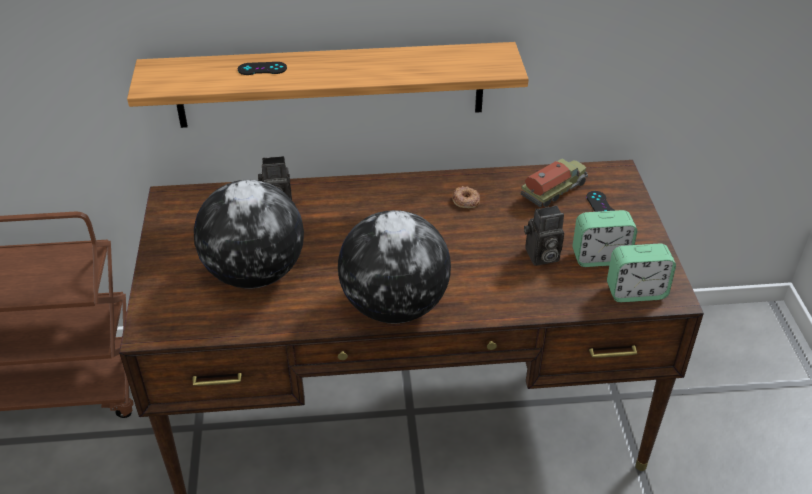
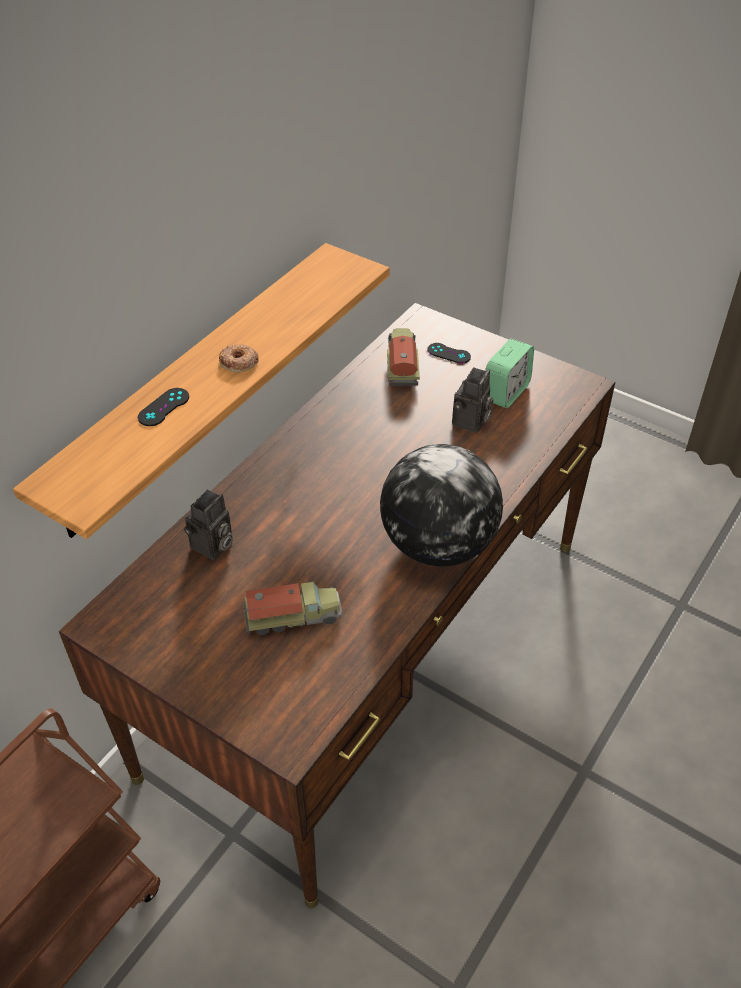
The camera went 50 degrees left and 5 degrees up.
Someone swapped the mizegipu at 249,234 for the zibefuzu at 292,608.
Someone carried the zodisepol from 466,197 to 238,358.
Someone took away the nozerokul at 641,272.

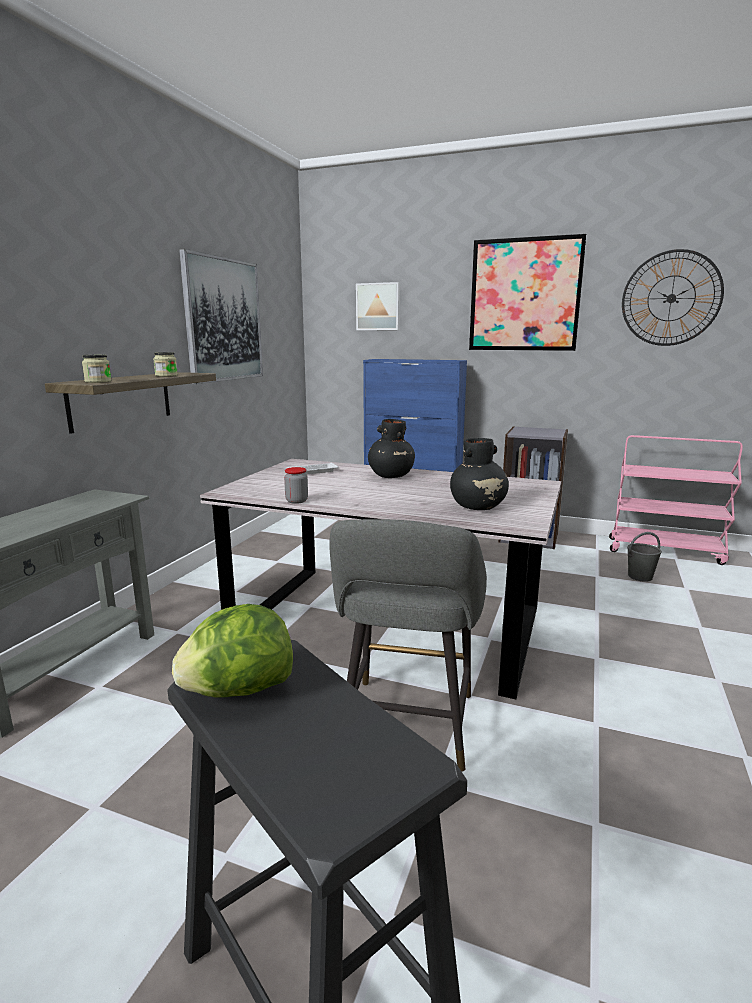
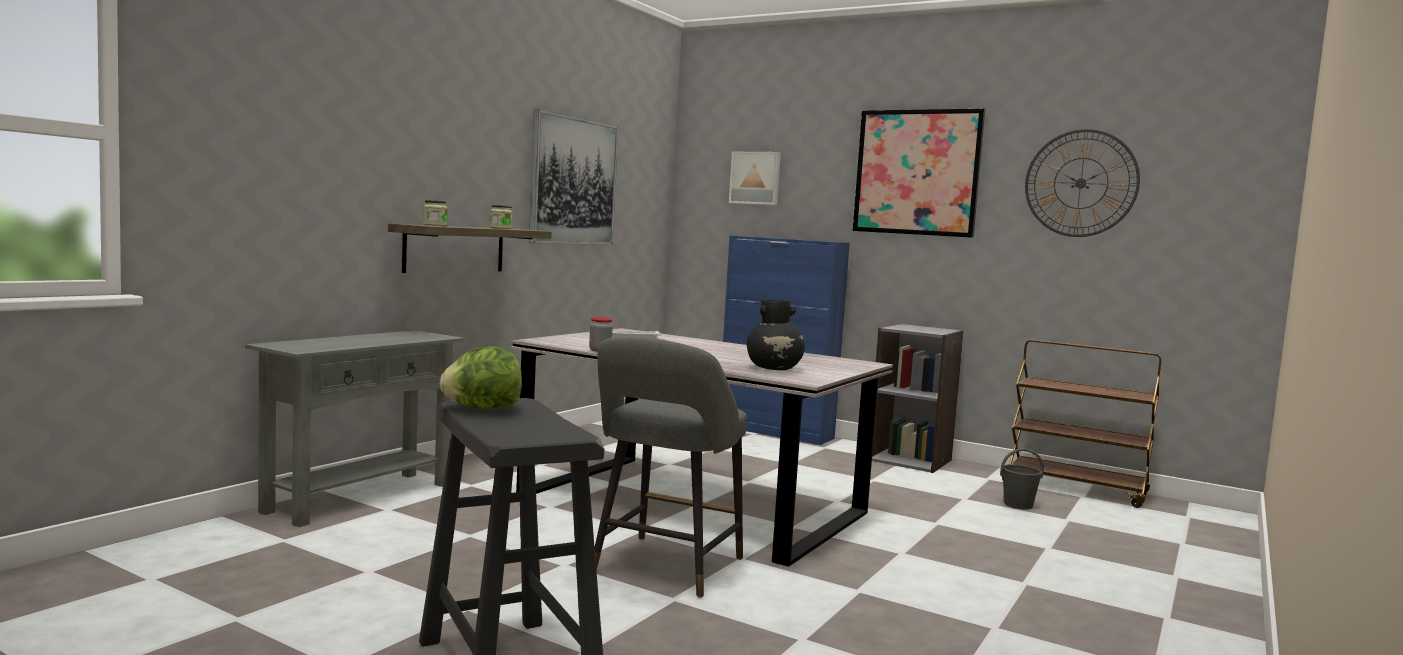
The camera went 10 degrees right and 10 degrees down.
Someone took away the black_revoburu at 391,448.
Someone repainted the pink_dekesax at 676,500, which became the brown_dekesax at 1081,424.

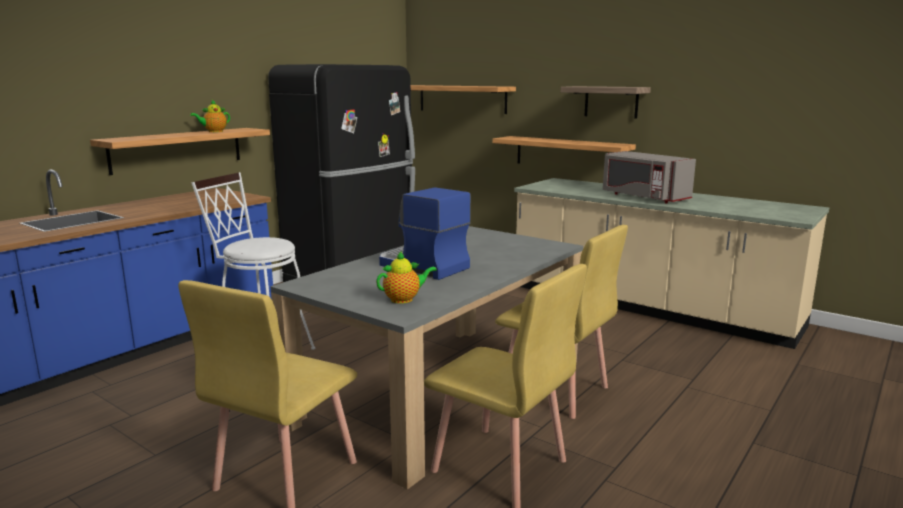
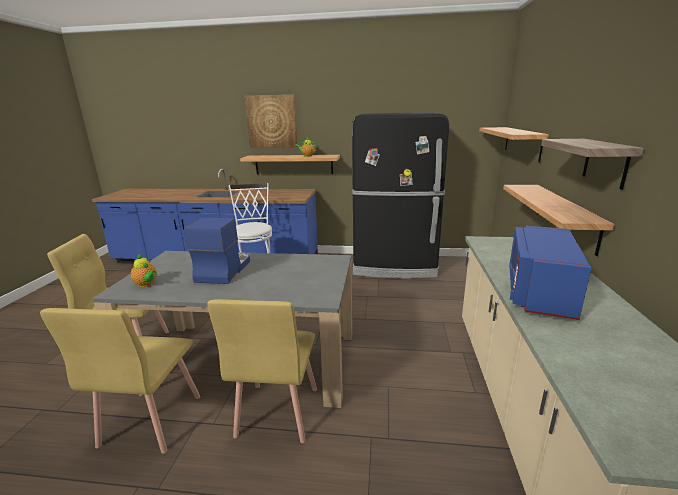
The camera went 60 degrees right and 5 degrees up.
Someone repainted the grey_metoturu at 649,177, which became the blue_metoturu at 550,273.
Someone put up the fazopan at 271,121.

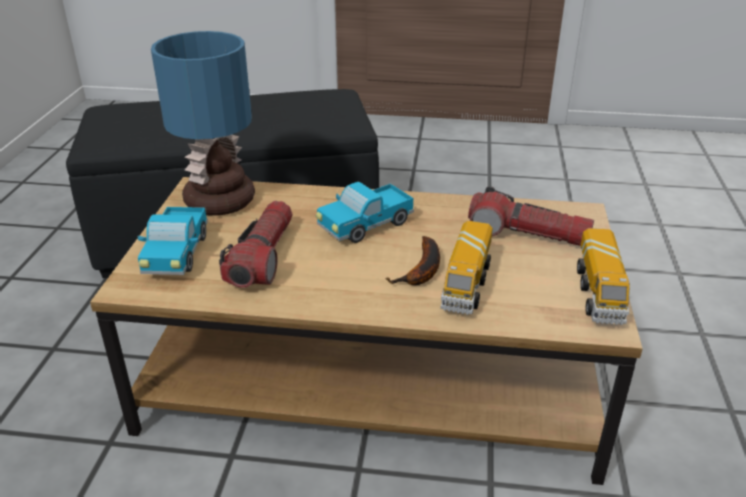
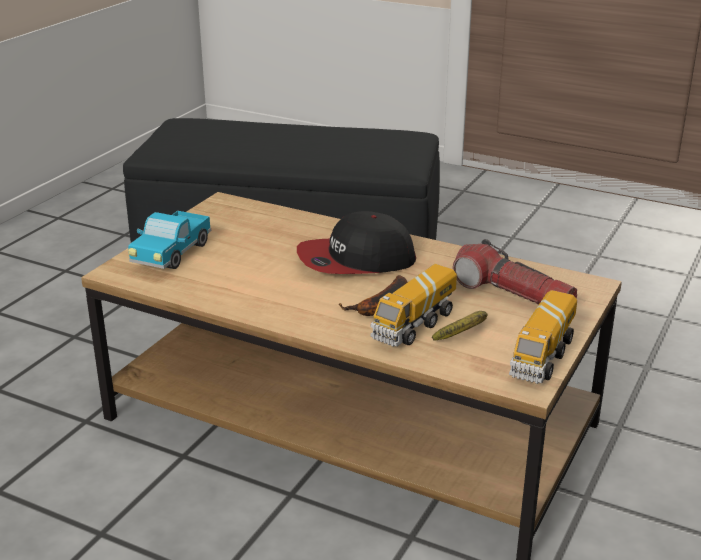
The camera went 20 degrees right and 5 degrees down.
Someone took away the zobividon at 203,123.
Someone swapped the zibefuzu at 365,212 for the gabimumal at 356,242.
Someone took away the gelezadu at 256,244.
Someone put down the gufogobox at 460,326.

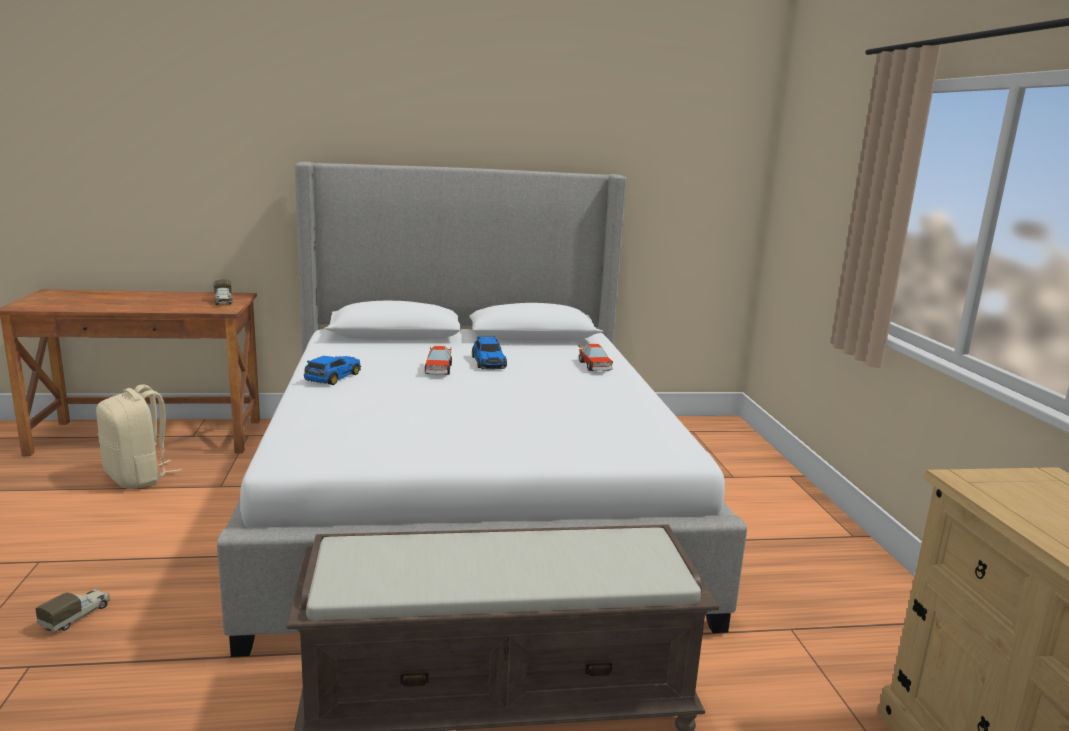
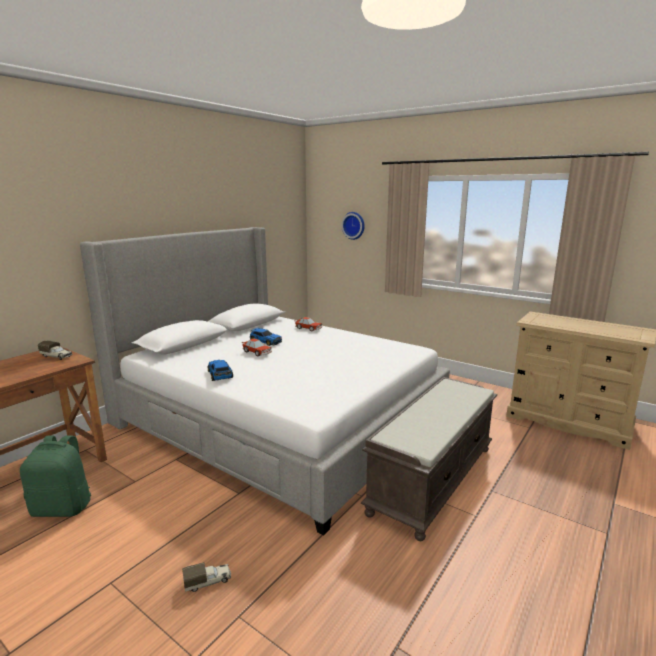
The camera went 45 degrees left and 0 degrees up.
Someone repainted the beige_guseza at 139,436, which became the green_guseza at 55,476.
Someone rotated the zibefuzu at 72,610 by 90 degrees clockwise.
Someone put up the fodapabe at 353,226.

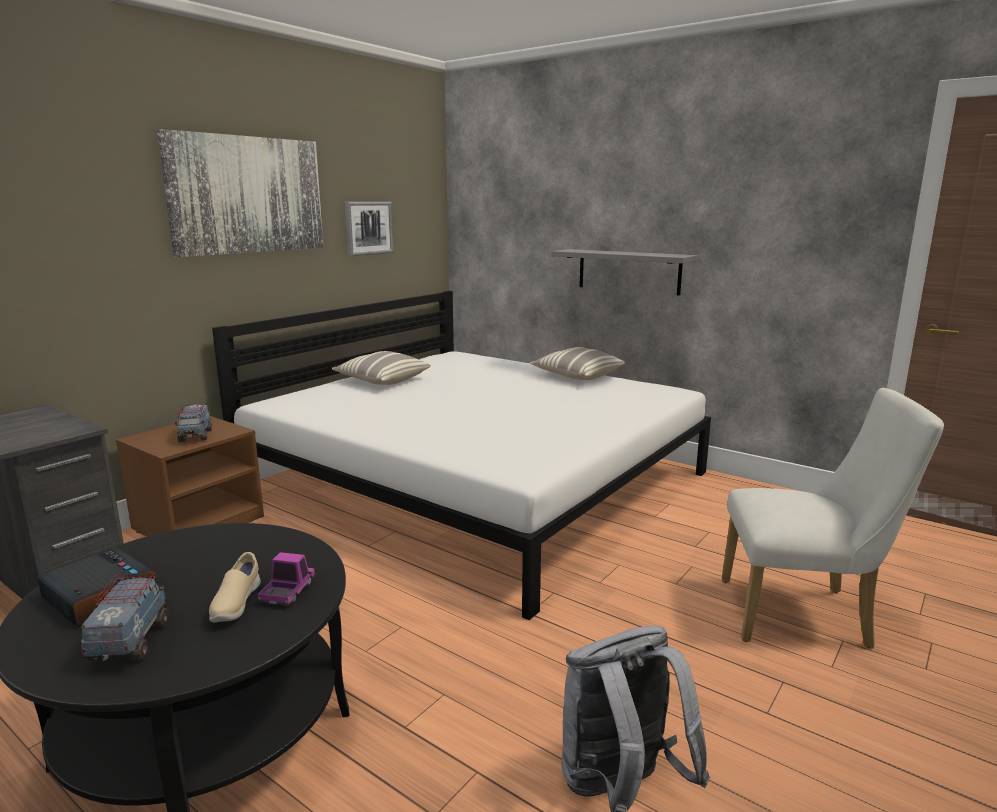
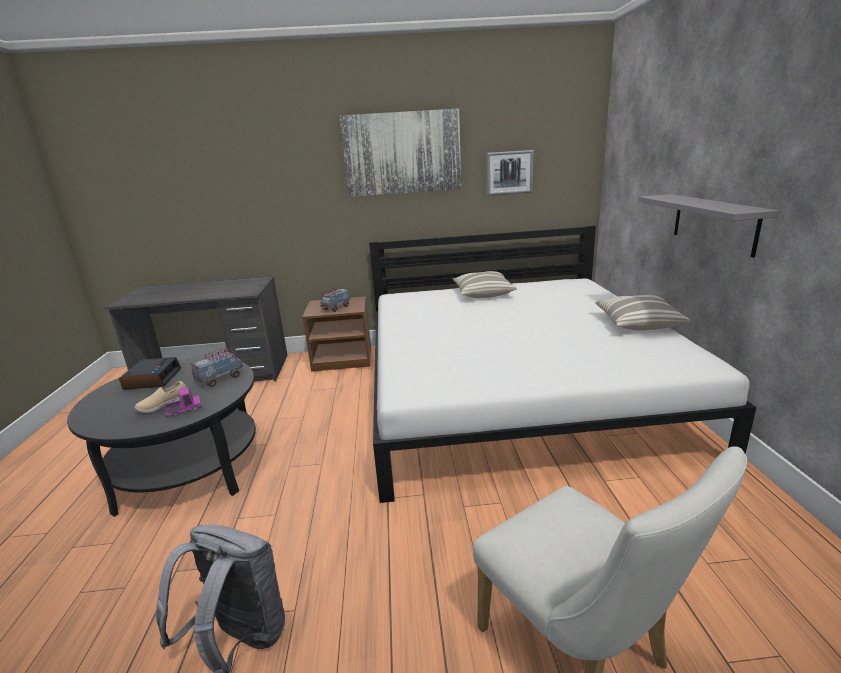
The camera went 50 degrees right and 5 degrees up.
Someone carried the zibefuzu from 124,618 to 217,367.

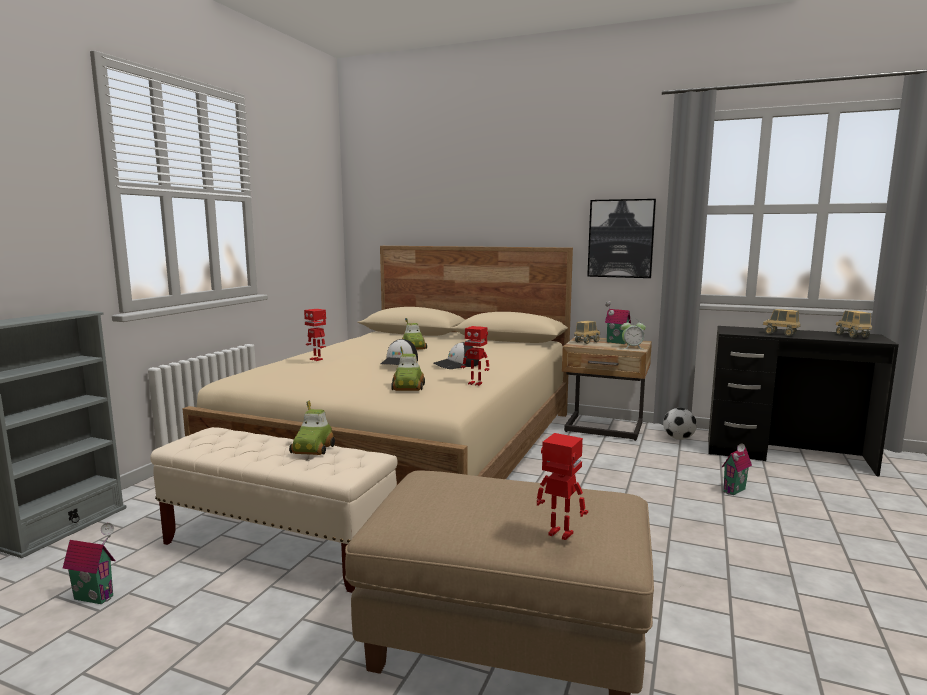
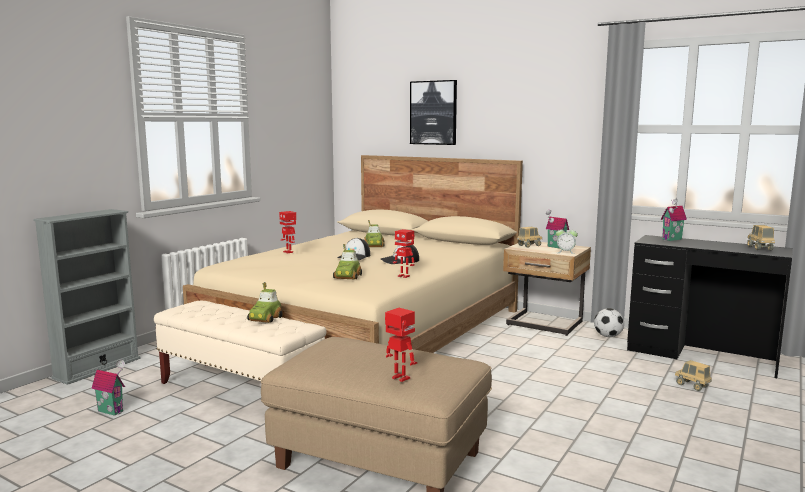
The camera went 10 degrees right and 0 degrees up.
Someone carried the fazopan from 621,238 to 433,112.
Someone carried the zibefuzu from 782,322 to 693,375.
Someone carried the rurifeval from 737,469 to 674,220.

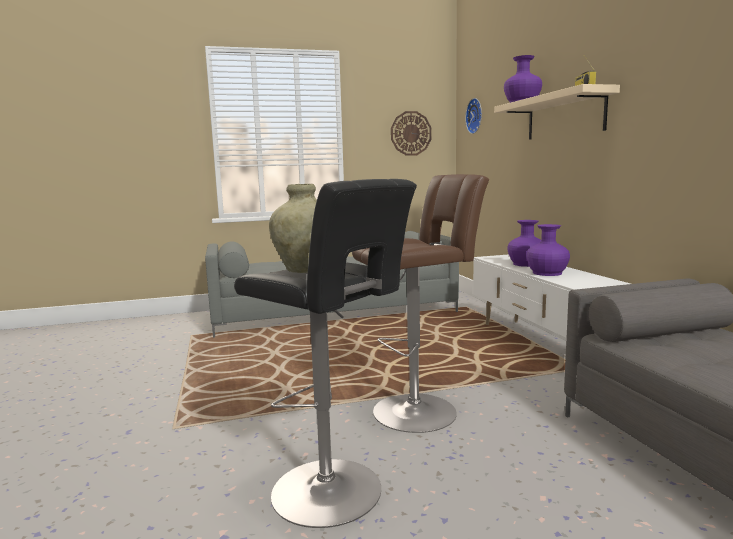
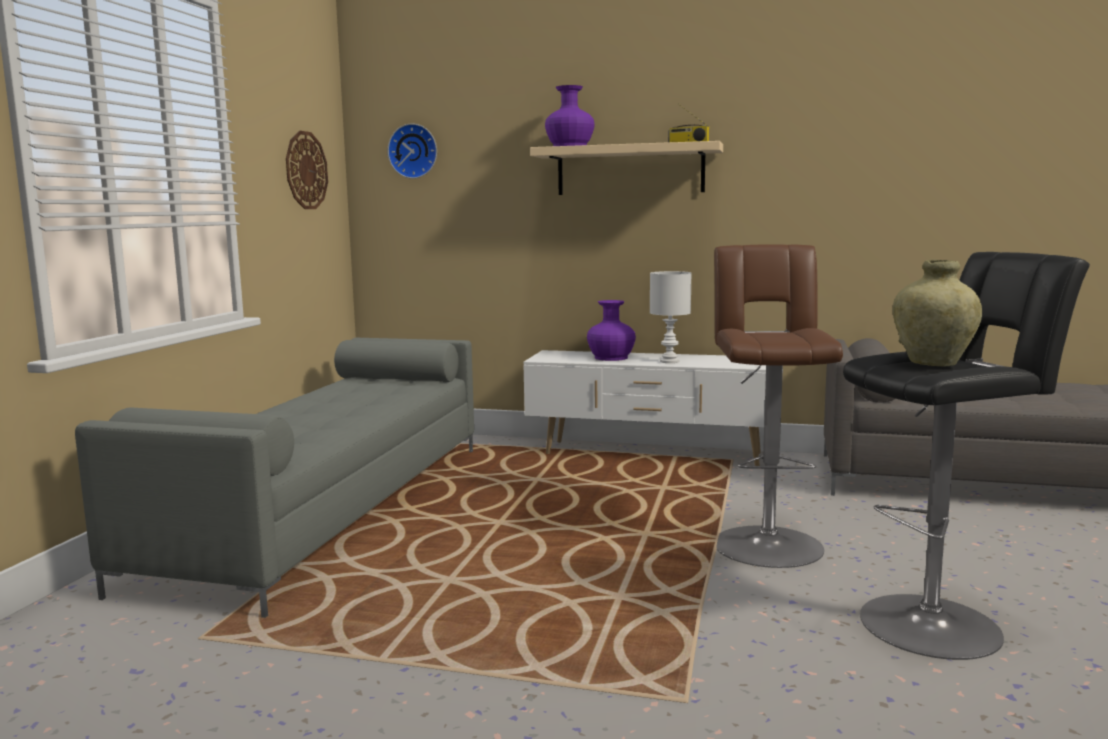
The camera went 60 degrees left and 0 degrees up.
Someone swapped the purple_revoburu at 548,250 for the white_zobividon at 670,317.

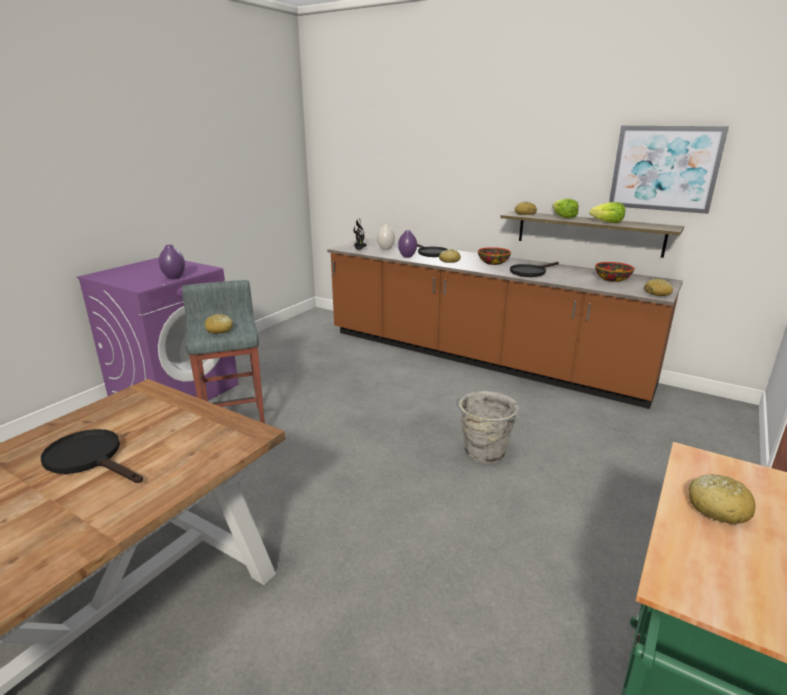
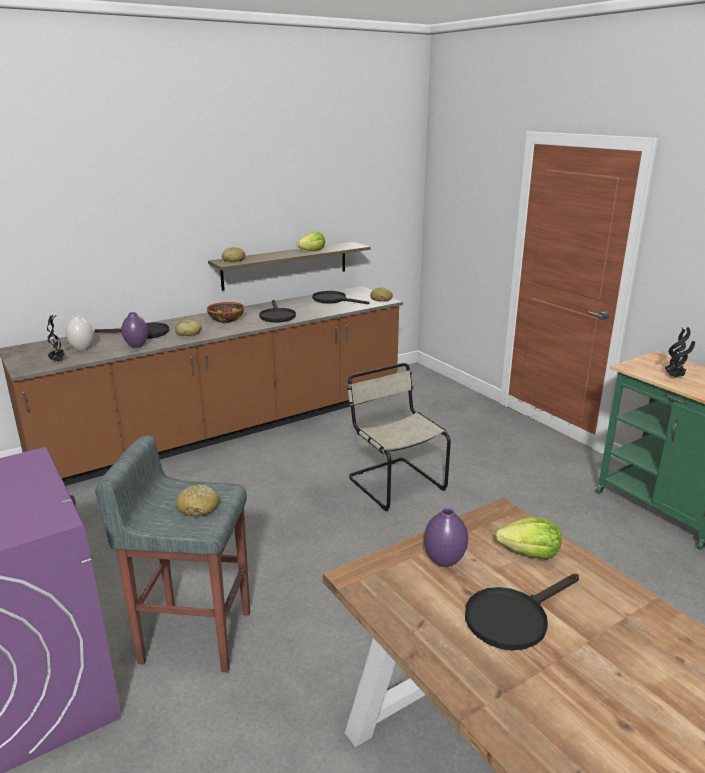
The camera went 65 degrees left and 0 degrees up.
Someone took away the fazopan at 669,170.
Someone carried the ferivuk from 565,208 to 528,538.
Someone carried the purple_revoburu from 172,261 to 446,537.
Someone swapped the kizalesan at 615,272 for the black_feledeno at 340,297.
Someone swapped the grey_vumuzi at 487,427 for the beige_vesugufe at 399,437.
Someone swapped the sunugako at 722,499 for the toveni at 680,352.

